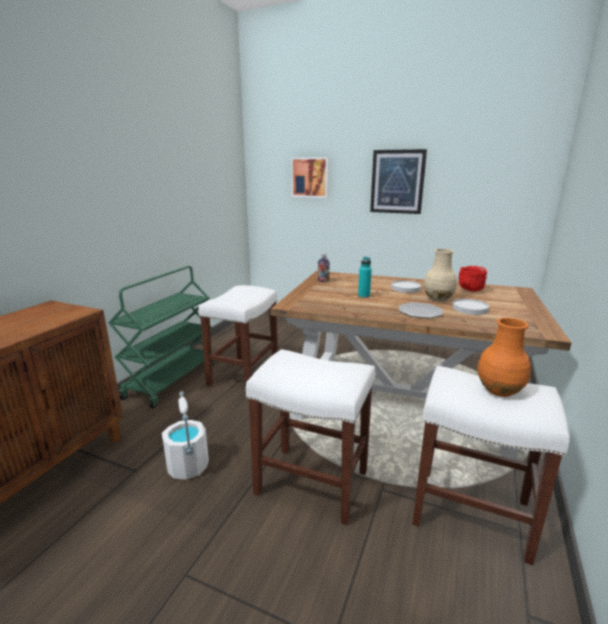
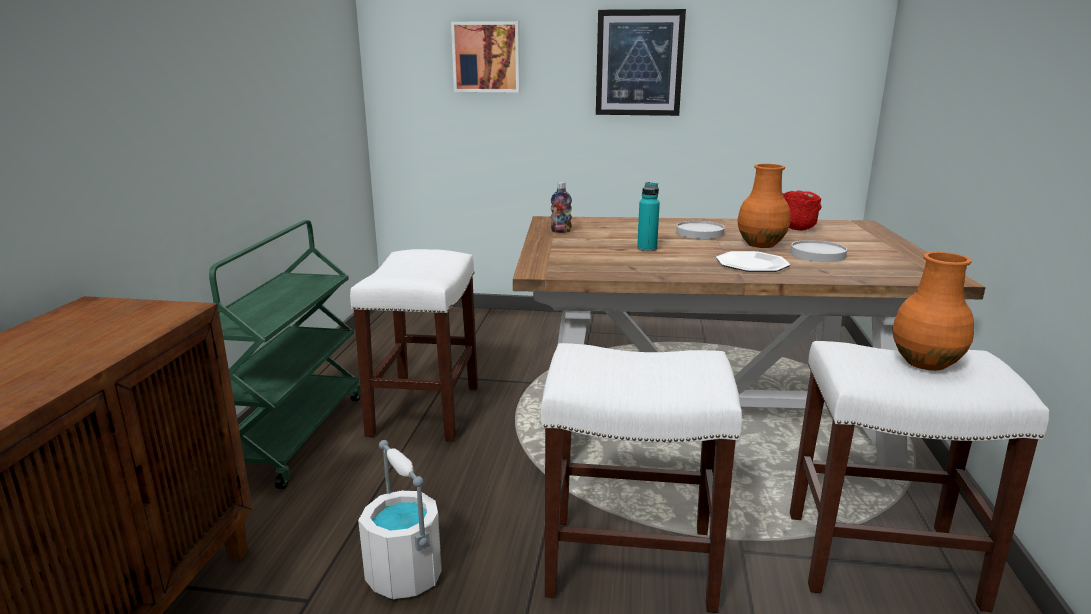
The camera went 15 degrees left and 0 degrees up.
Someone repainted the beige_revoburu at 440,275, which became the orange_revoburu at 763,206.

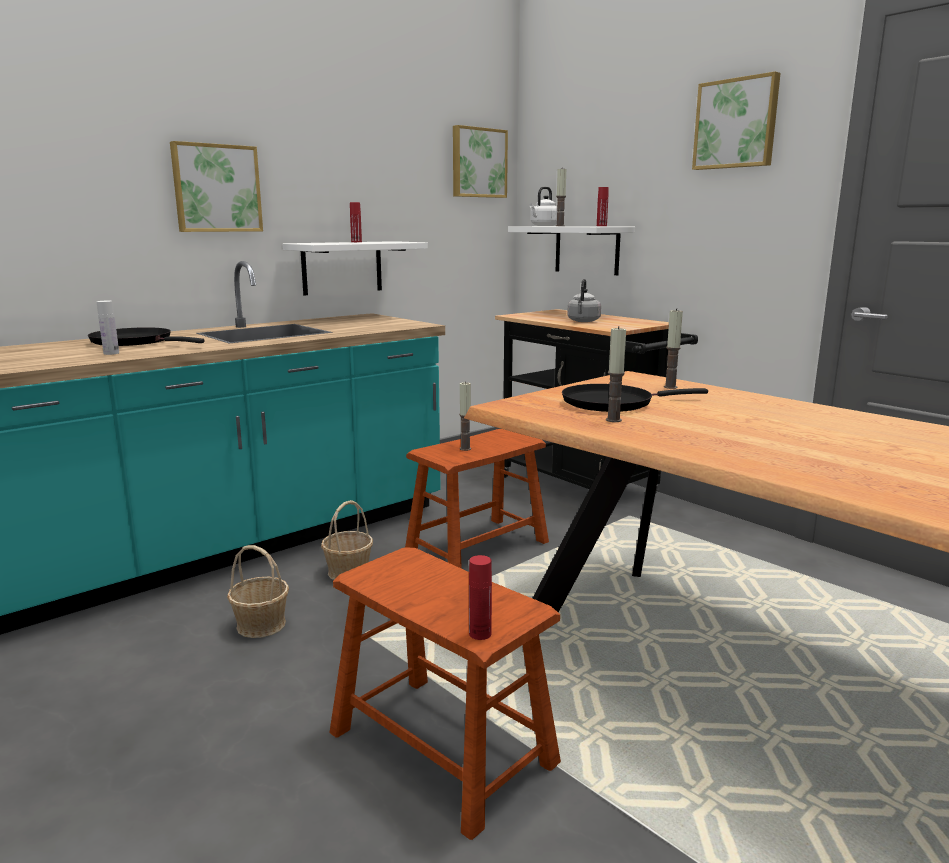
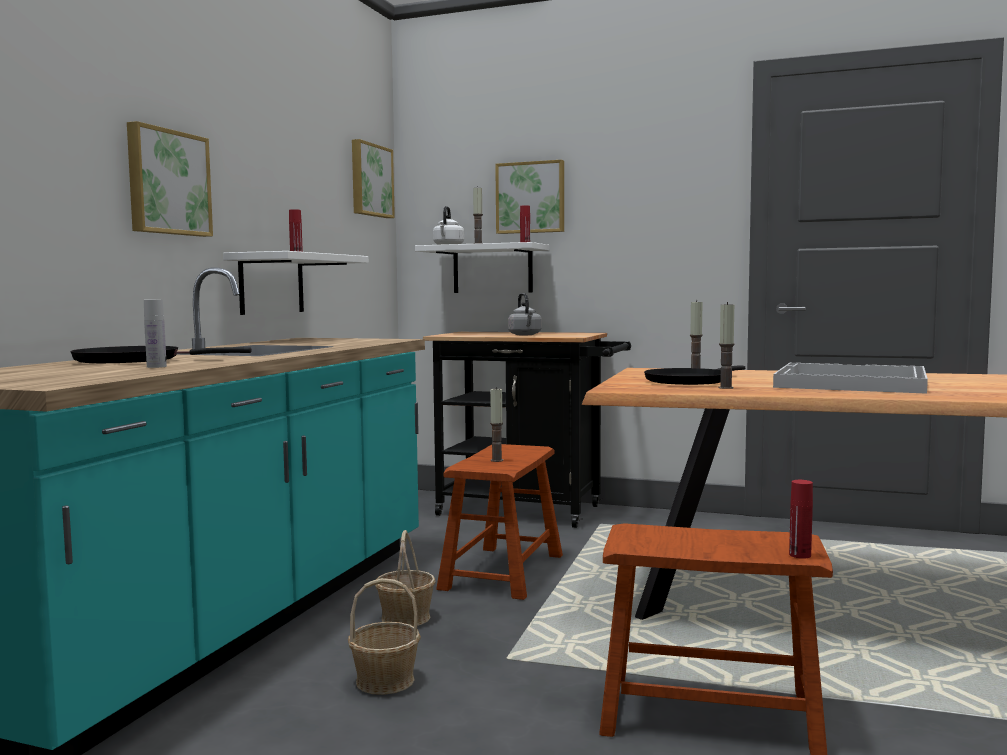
The camera went 30 degrees left and 10 degrees down.
Someone carried the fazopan from 736,121 to 529,197.
Someone put down the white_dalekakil at 850,378.

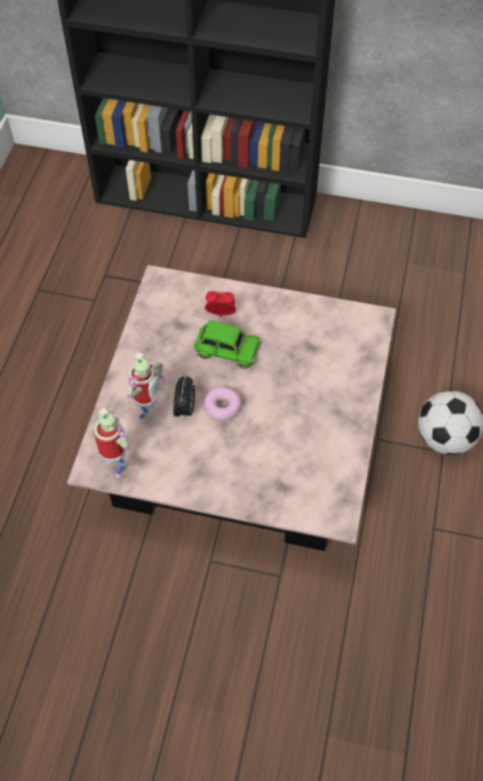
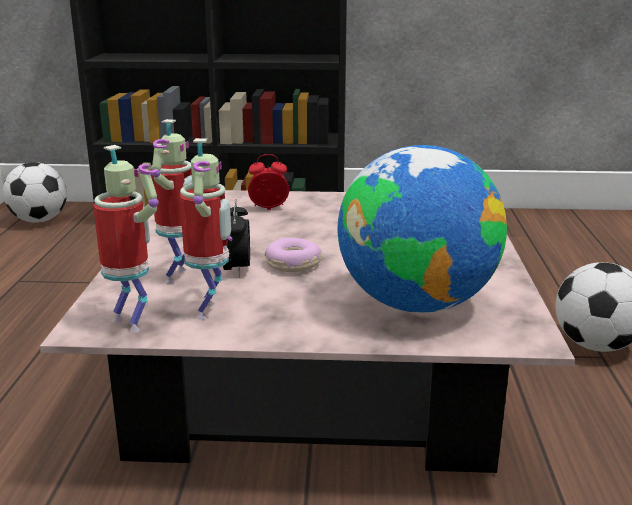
The camera went 10 degrees left and 35 degrees down.
Someone took away the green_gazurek at 228,344.
Someone put down the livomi at 206,229.
Someone put down the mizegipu at 422,229.
Someone put down the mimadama at 35,192.

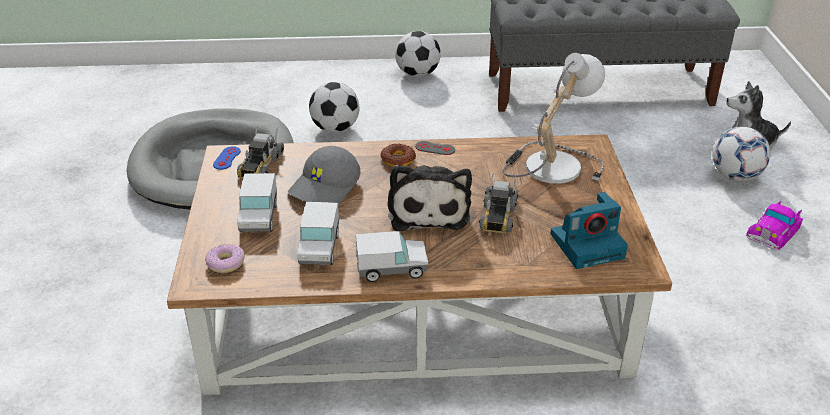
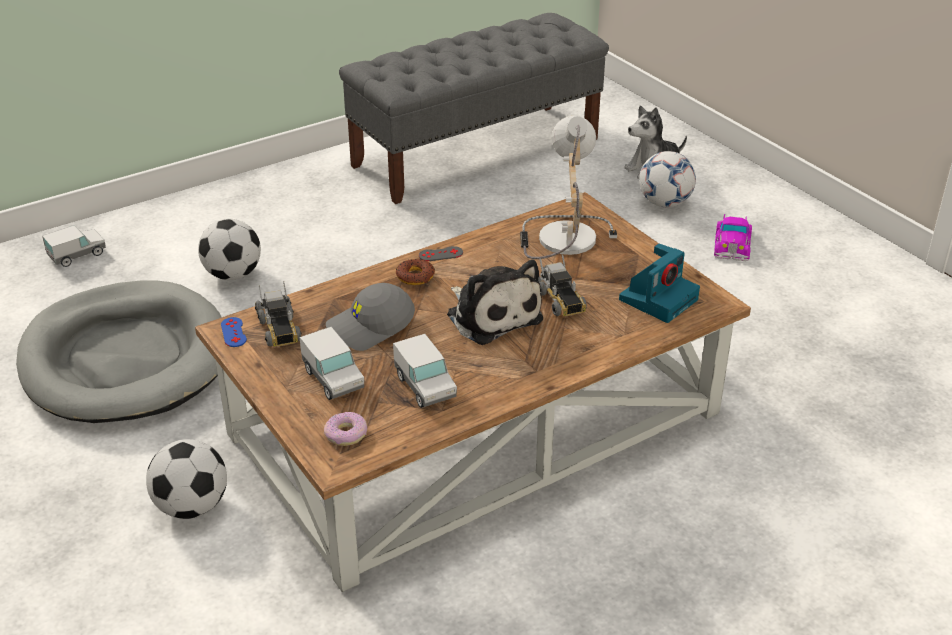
The camera went 30 degrees left and 0 degrees up.
Someone carried the mimadama from 418,54 to 186,479.
Someone rotated the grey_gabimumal at 324,175 by 60 degrees clockwise.
Someone carried the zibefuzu from 392,256 to 74,246.

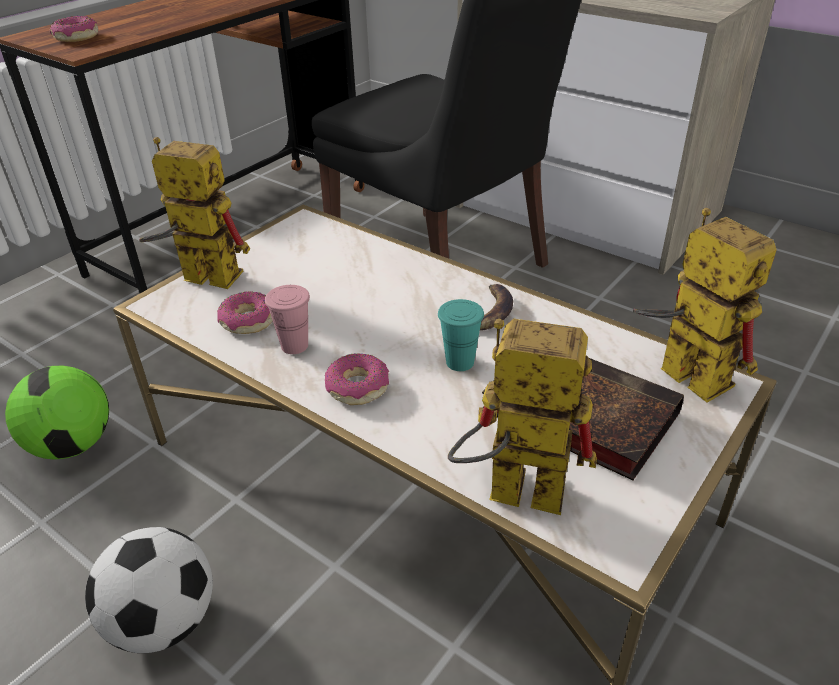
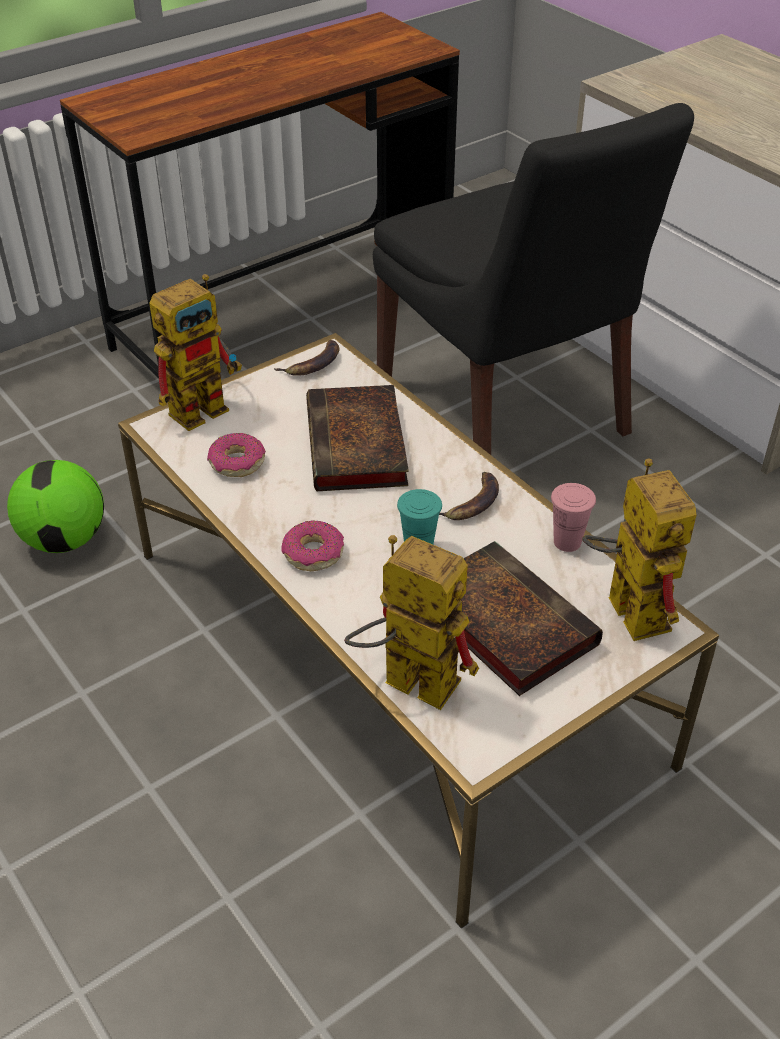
The camera went 15 degrees right and 5 degrees up.
Someone took away the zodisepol at 74,29.
Someone rotated the livomi at 194,213 by 105 degrees clockwise.
Someone carried the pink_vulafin from 287,319 to 573,517.
Someone took away the mimadama at 149,590.
Someone put down the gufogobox at 306,358.
Someone put down the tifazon at 357,438.

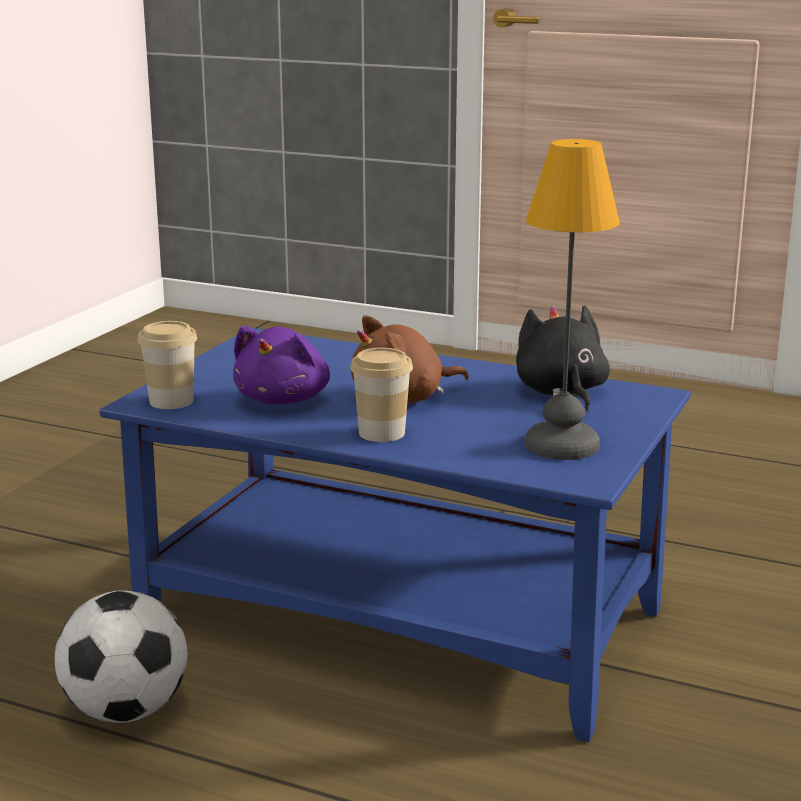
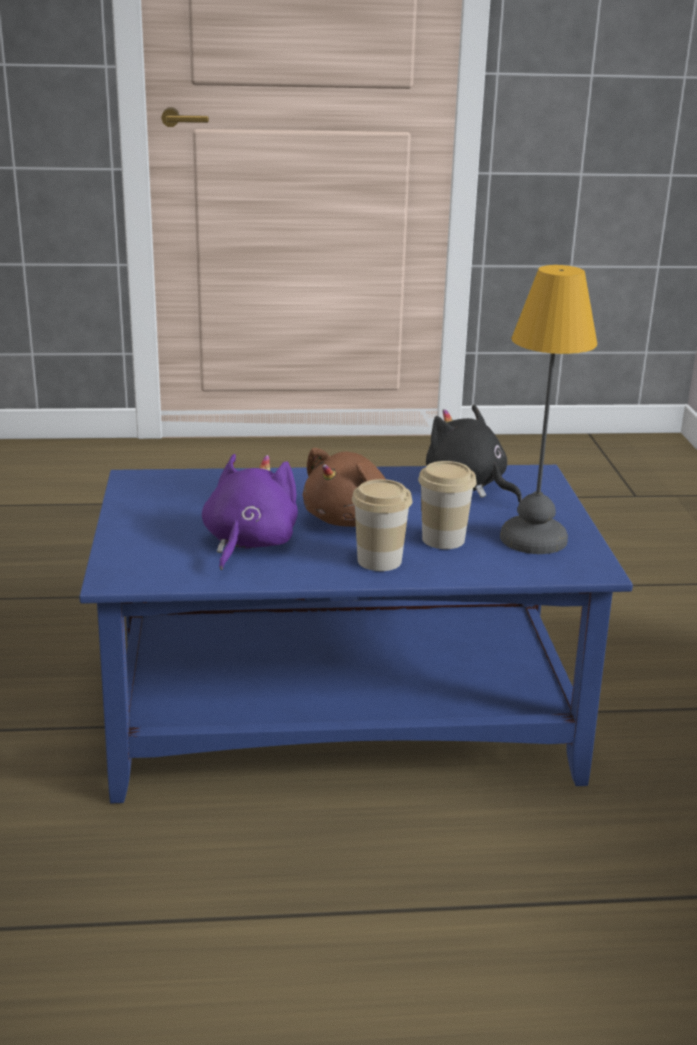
The camera went 30 degrees left and 5 degrees up.
Someone carried the vulafin from 167,365 to 447,505.
Someone rotated the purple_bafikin at 281,364 by 150 degrees counterclockwise.
Someone took away the mimadama at 121,656.

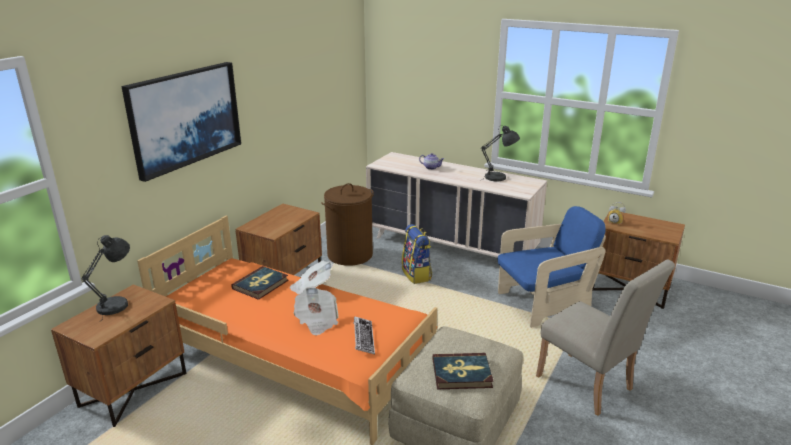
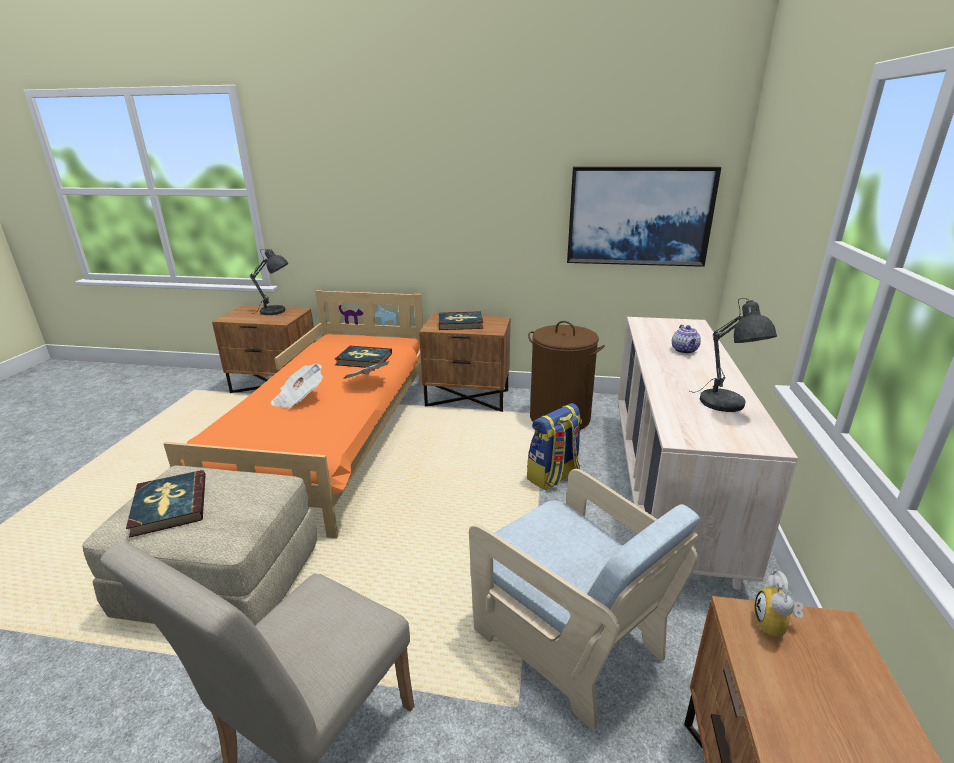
The camera went 70 degrees right and 0 degrees up.
Someone carried the fazopan from 181,122 to 644,217.
Someone repainted the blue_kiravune at 552,267, which became the beige_kiravune at 584,599.
Someone took away the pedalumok at 364,335.
Someone put down the tifazon at 461,320.

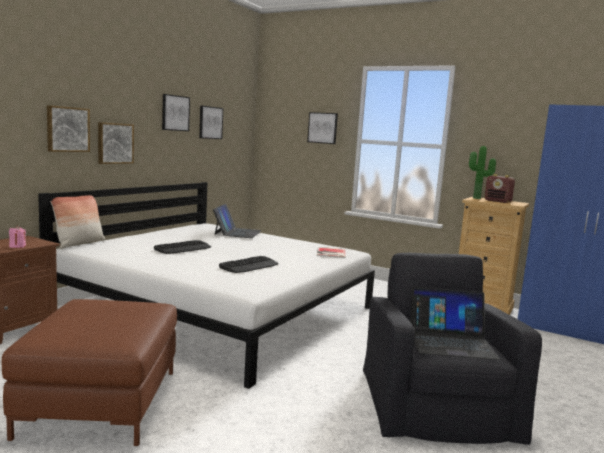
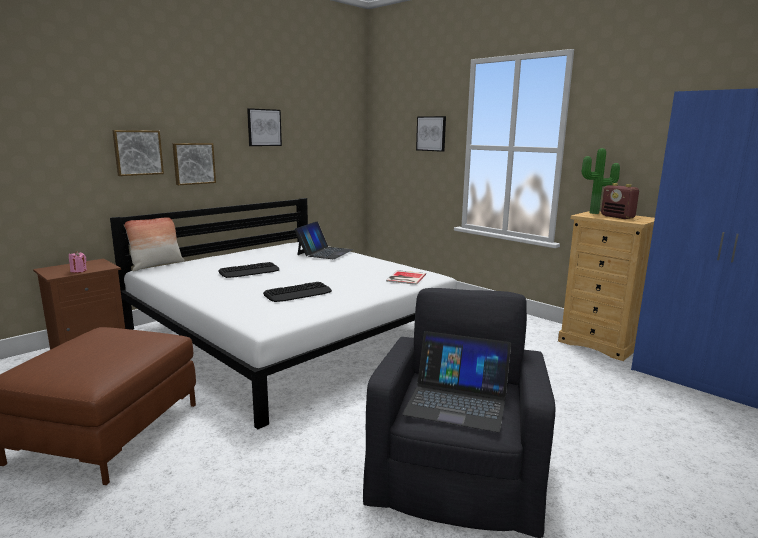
The camera went 15 degrees right and 5 degrees up.
Someone took away the fazopan at 211,122.

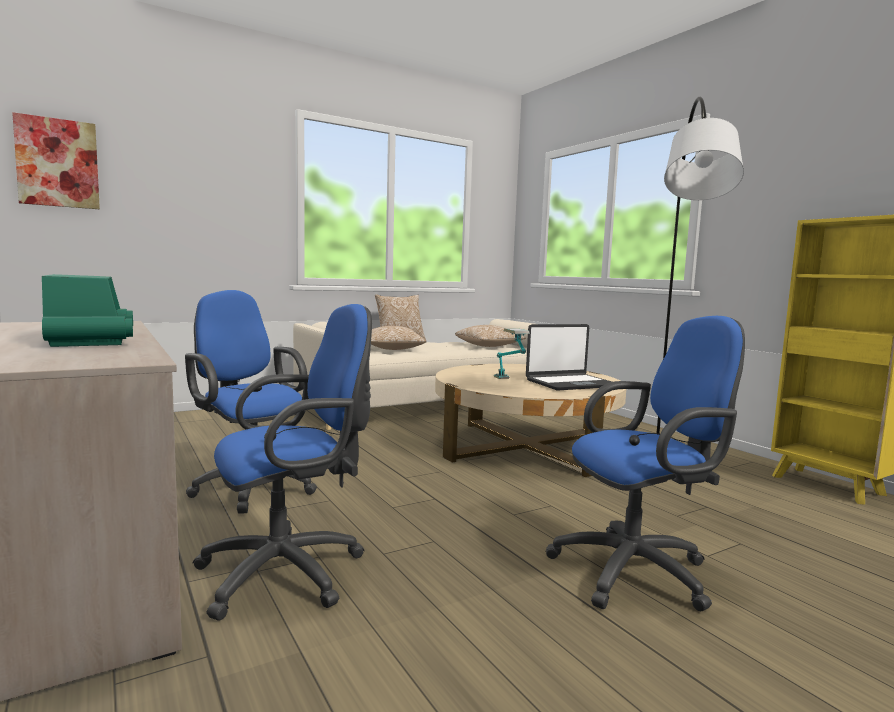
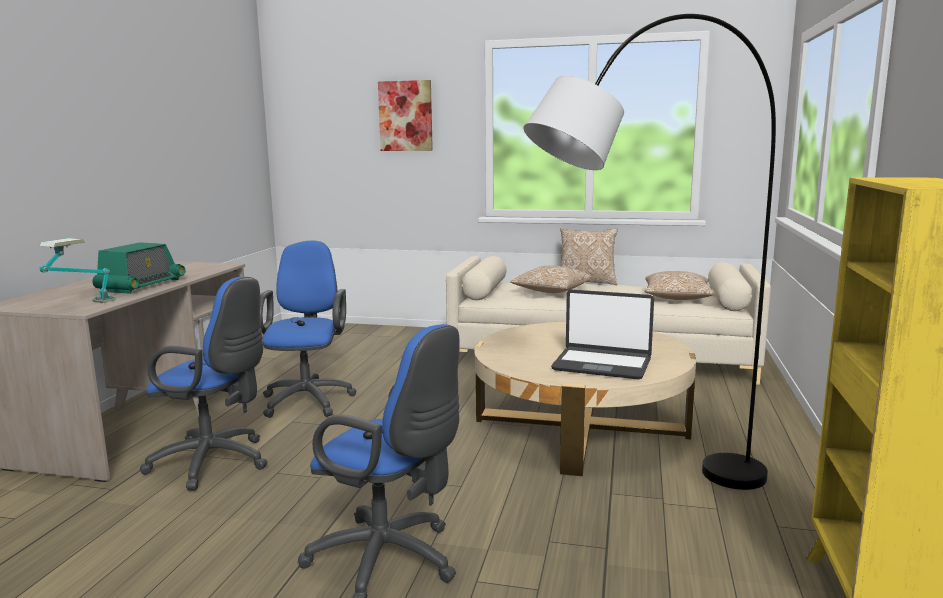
The camera went 45 degrees right and 5 degrees up.
Someone carried the fazopan from 56,160 to 405,115.
Someone carried the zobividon from 512,353 to 77,270.

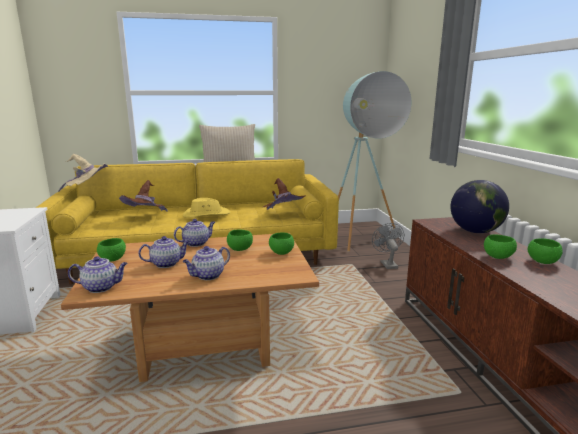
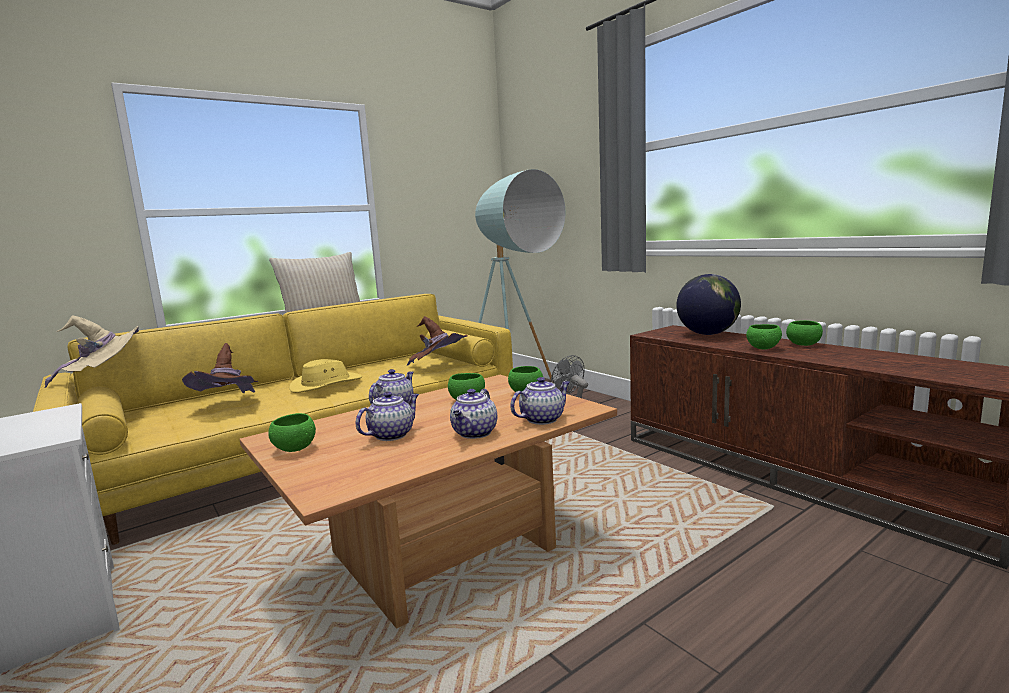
The camera went 25 degrees left and 5 degrees down.
Someone carried the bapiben from 98,274 to 540,401.

